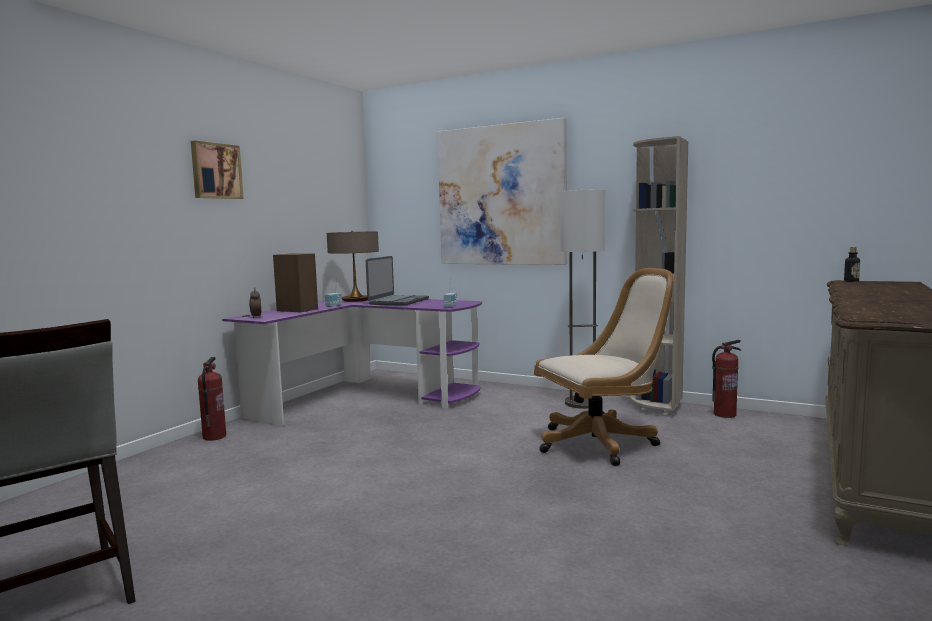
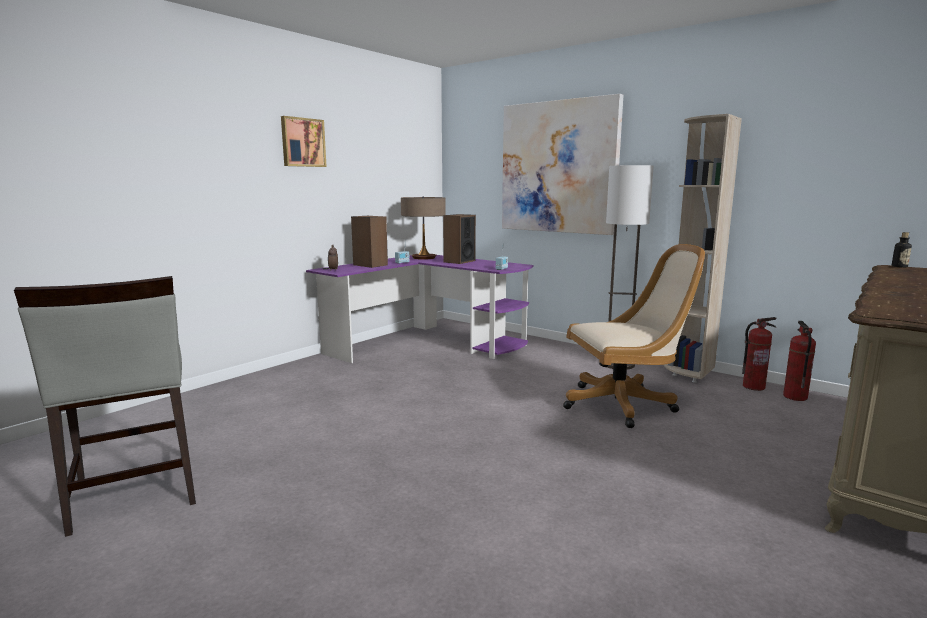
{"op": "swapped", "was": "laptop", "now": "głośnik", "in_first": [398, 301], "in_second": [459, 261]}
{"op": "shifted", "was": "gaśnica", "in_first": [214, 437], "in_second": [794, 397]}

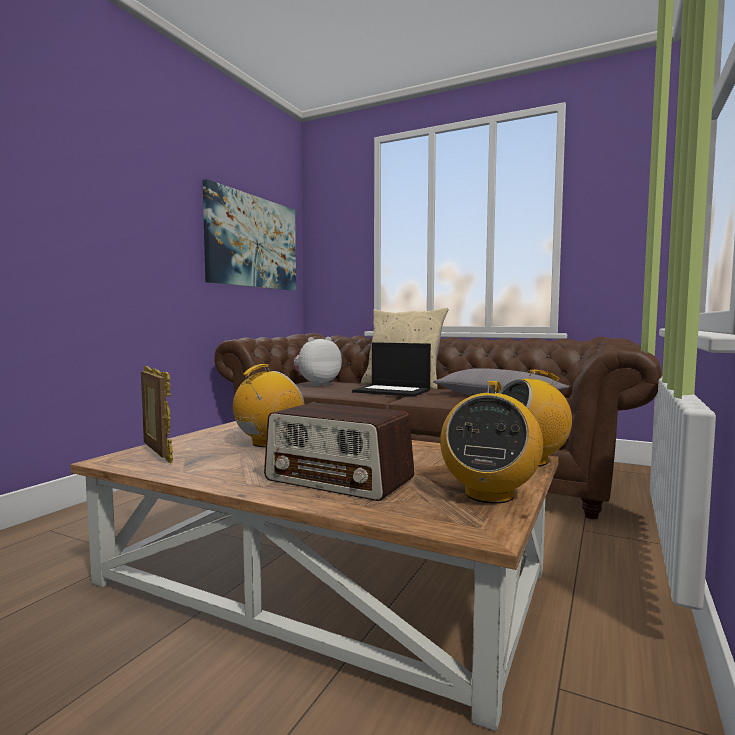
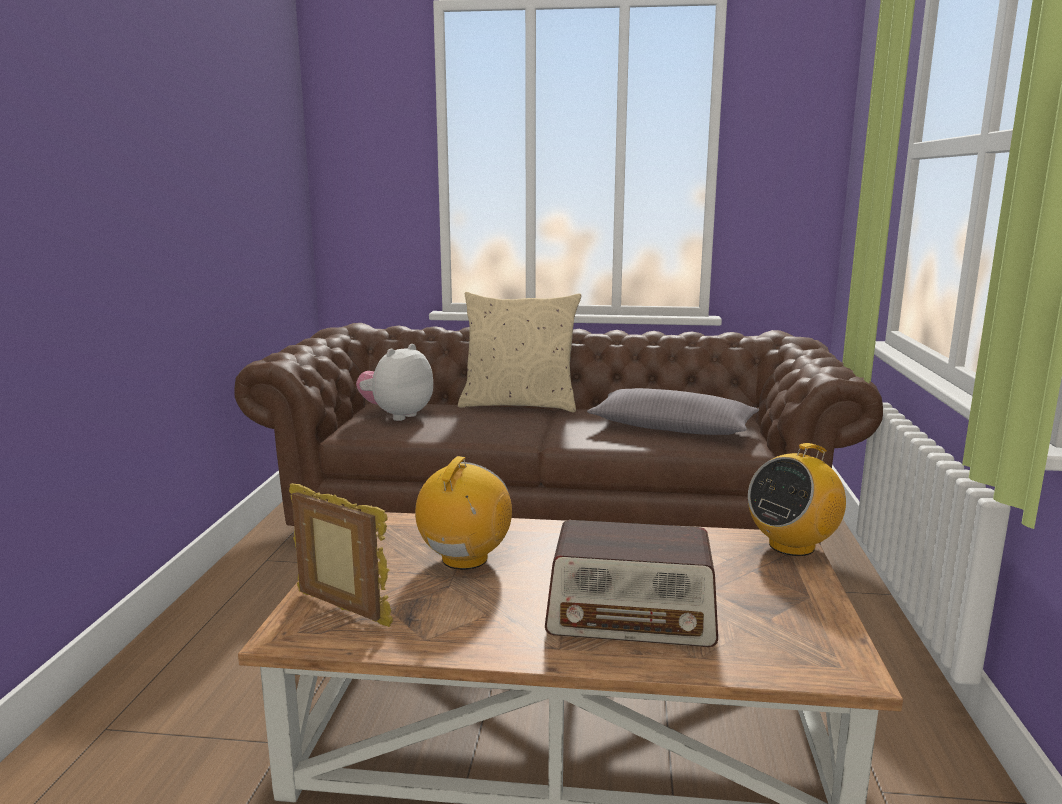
{"op": "gone", "was": "obraz", "in_first": [253, 242]}
{"op": "gone", "was": "laptop", "in_first": [393, 391]}
{"op": "gone", "was": "radio", "in_first": [489, 494]}

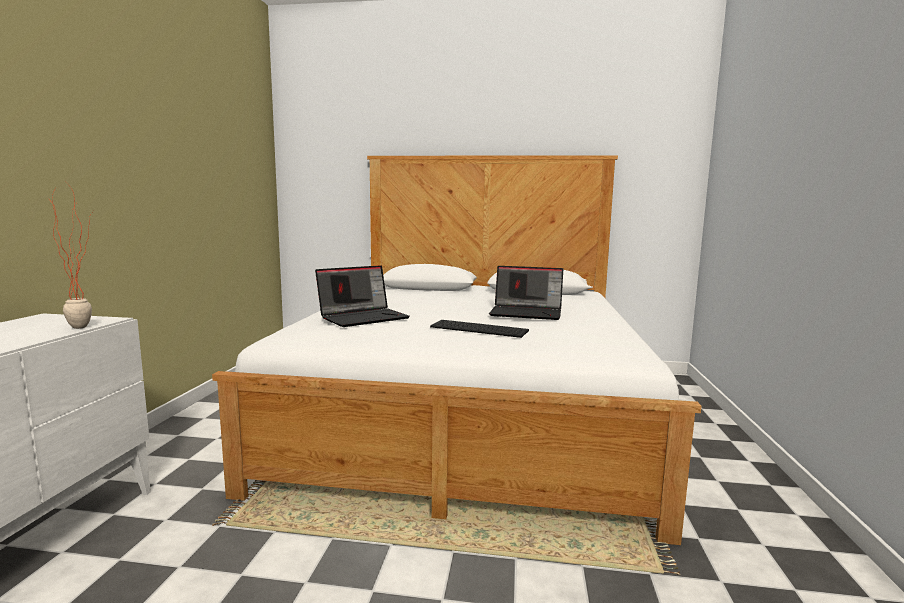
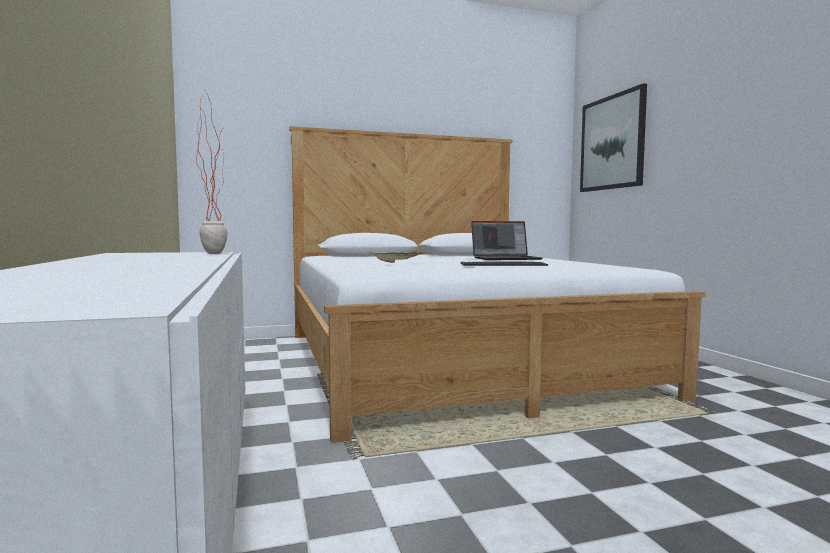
{"op": "swapped", "was": "laptop", "now": "taca (beżowy)", "in_first": [364, 317], "in_second": [397, 262]}
{"op": "new", "now": "obraz", "in_second": [612, 142]}

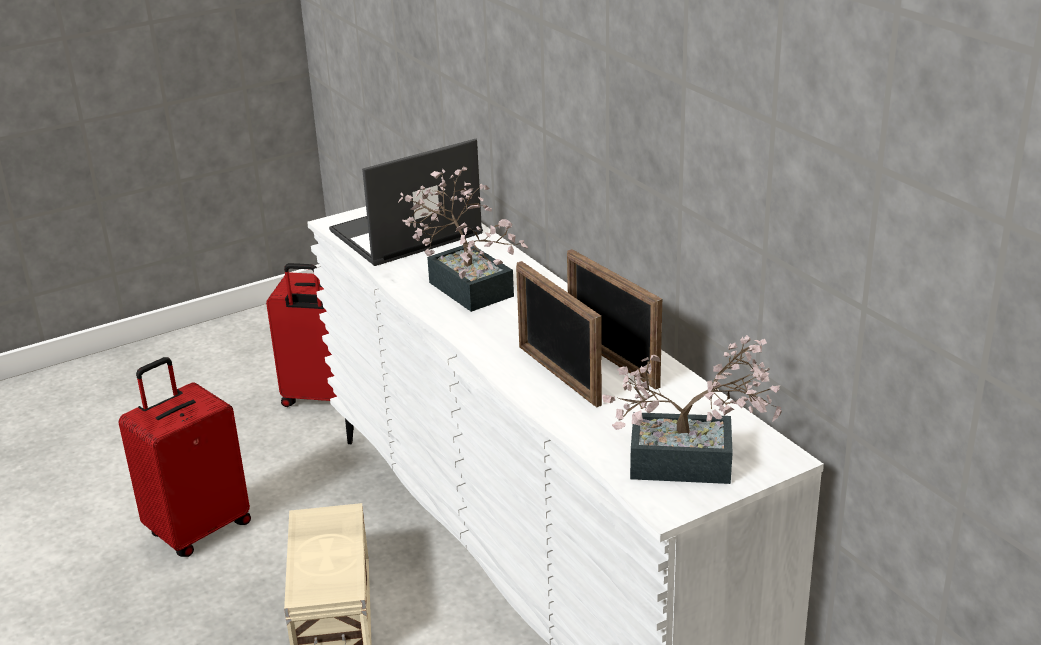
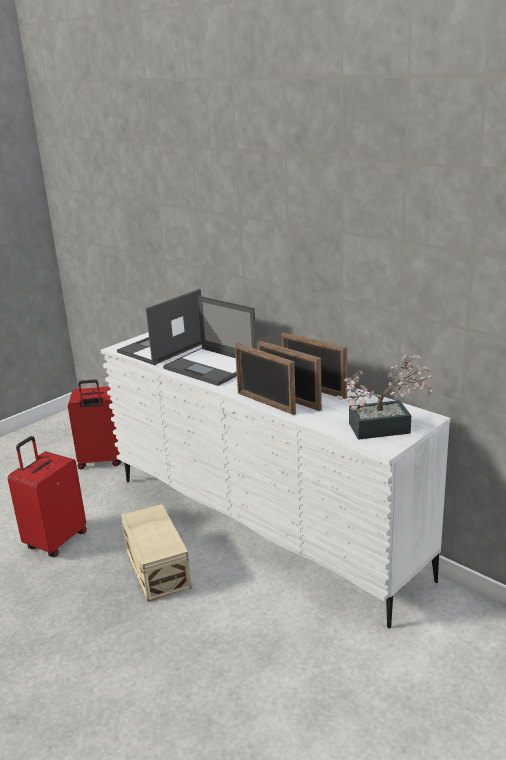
{"op": "swapped", "was": "roślina doniczkowa", "now": "laptop", "in_first": [466, 285], "in_second": [212, 367]}
{"op": "new", "now": "ramka na zdjęcie", "in_second": [265, 403]}

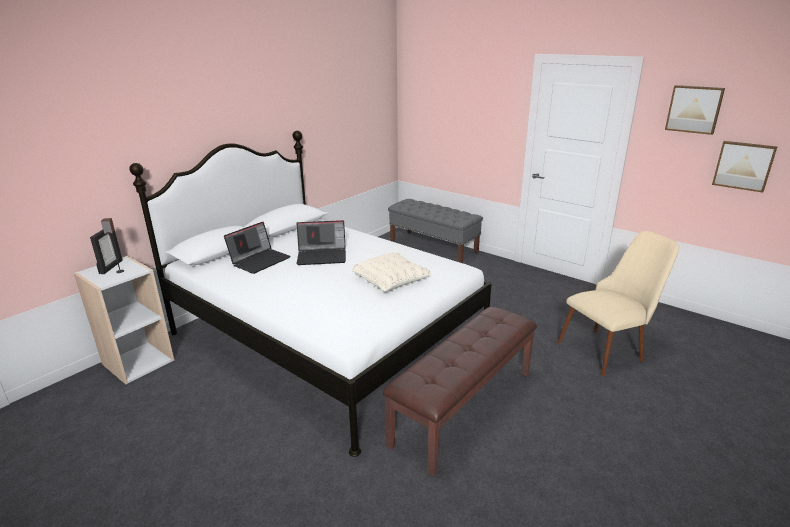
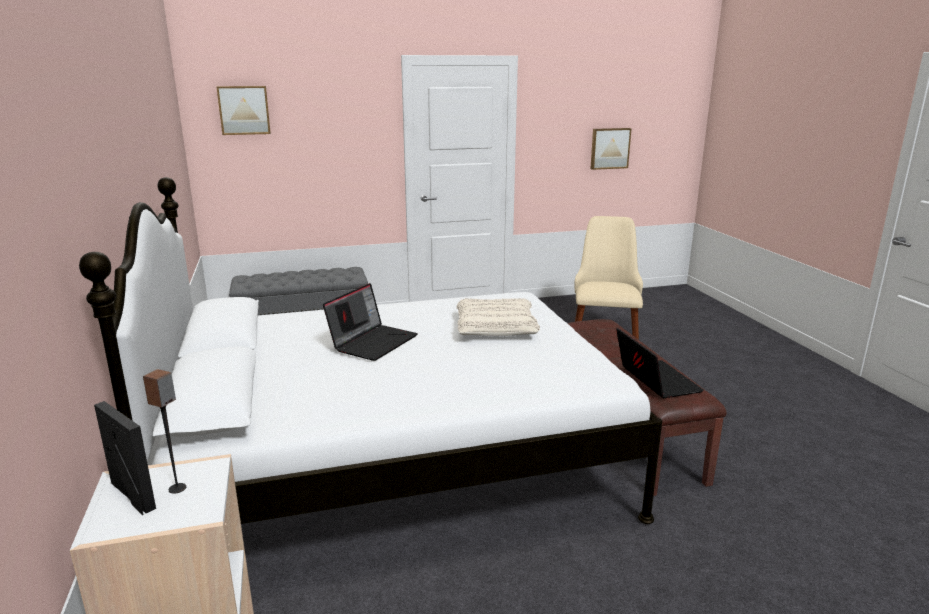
{"op": "shifted", "was": "obraz", "in_first": [694, 109], "in_second": [244, 110]}
{"op": "shifted", "was": "laptop", "in_first": [260, 260], "in_second": [654, 380]}

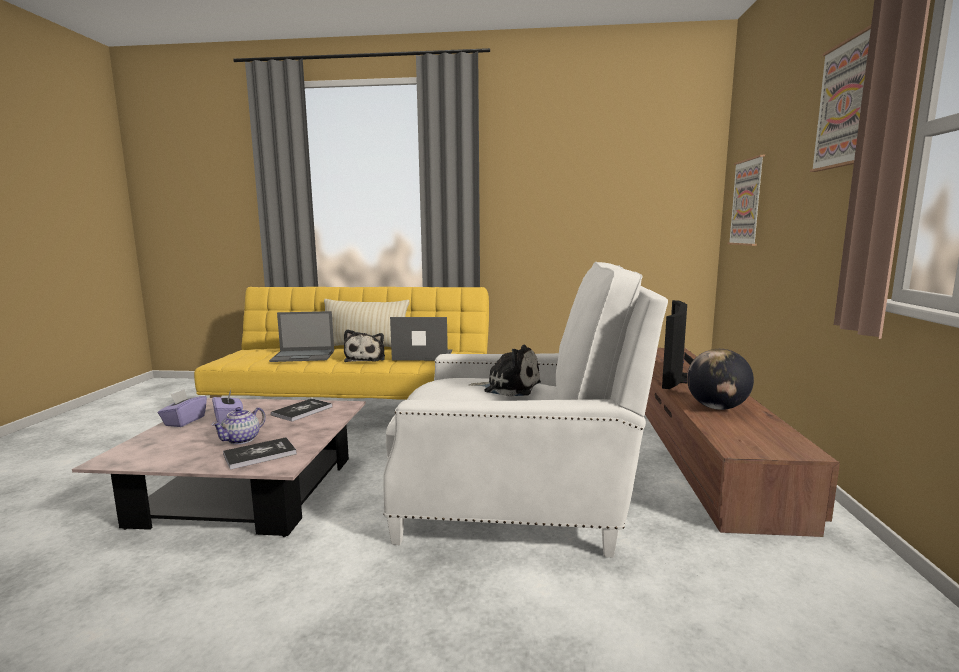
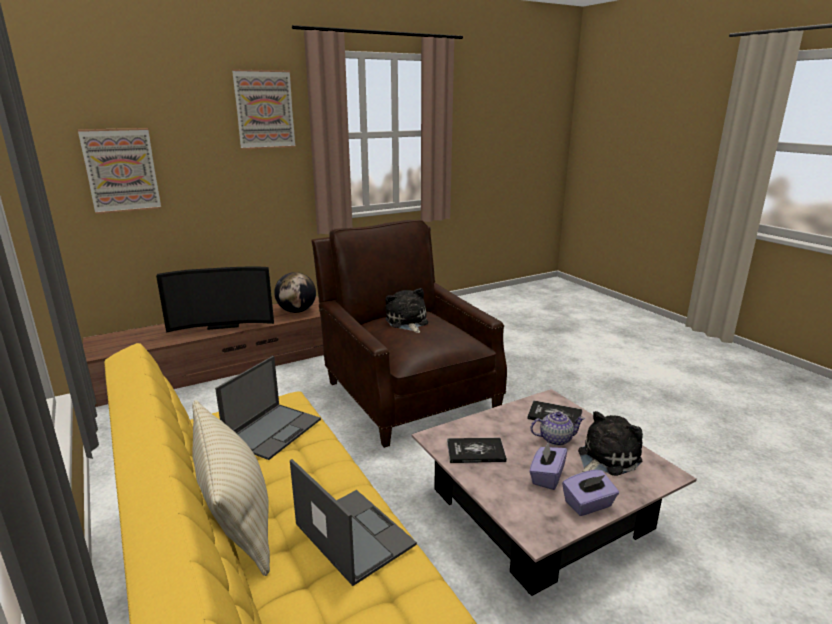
{"op": "repainted", "was": "fotel (biały)", "now": "fotel (brązowy)", "in_first": [516, 499], "in_second": [408, 393]}
{"op": "rotated", "was": "laptop", "in_first": [422, 355], "in_second": [274, 430], "clockwise": -120}
{"op": "shifted", "was": "pluszak", "in_first": [366, 359], "in_second": [605, 458]}

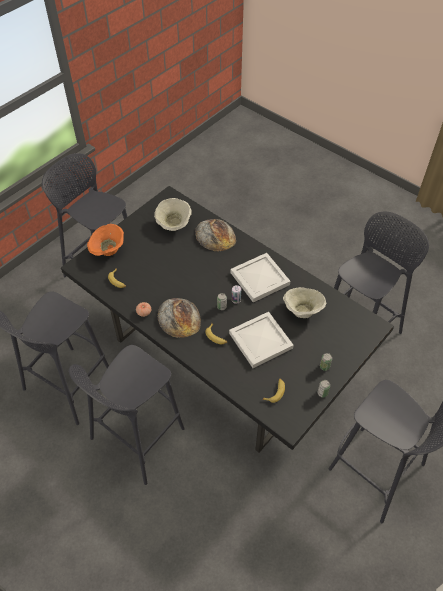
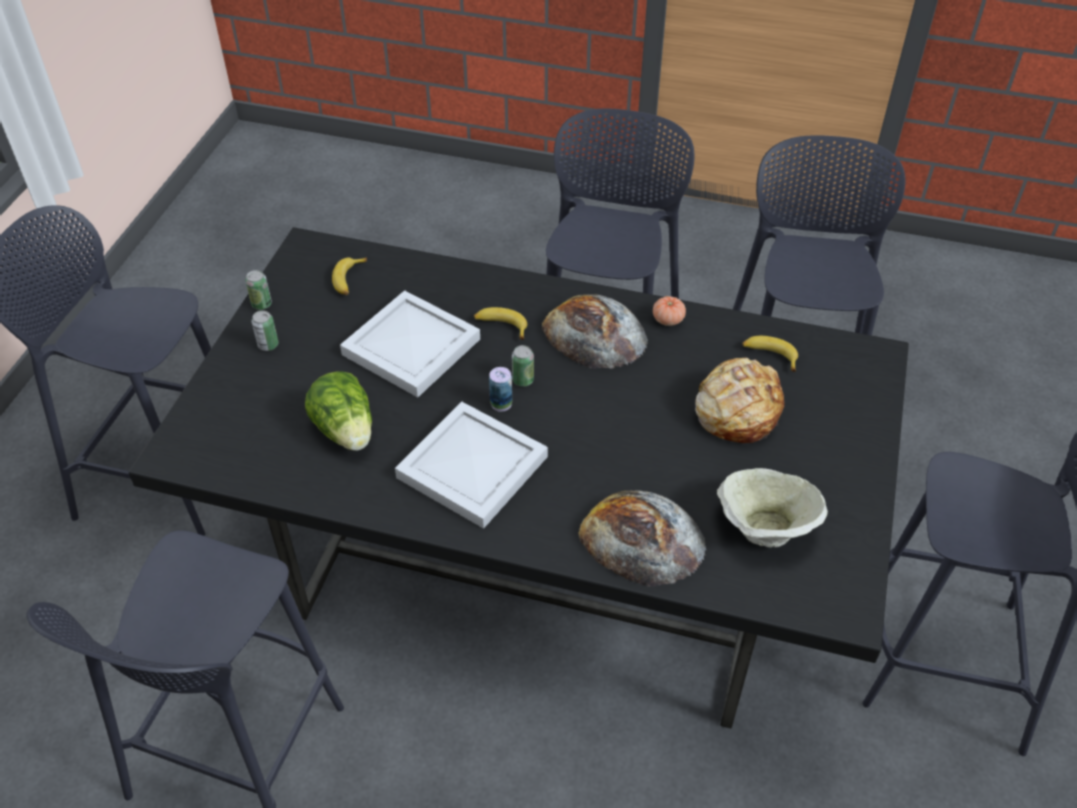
{"op": "gone", "was": "miska (pomarańczowy)", "in_first": [107, 250]}
{"op": "swapped", "was": "miska (beżowy)", "now": "sałata", "in_first": [302, 310], "in_second": [346, 431]}
{"op": "new", "now": "chleb", "in_second": [737, 410]}

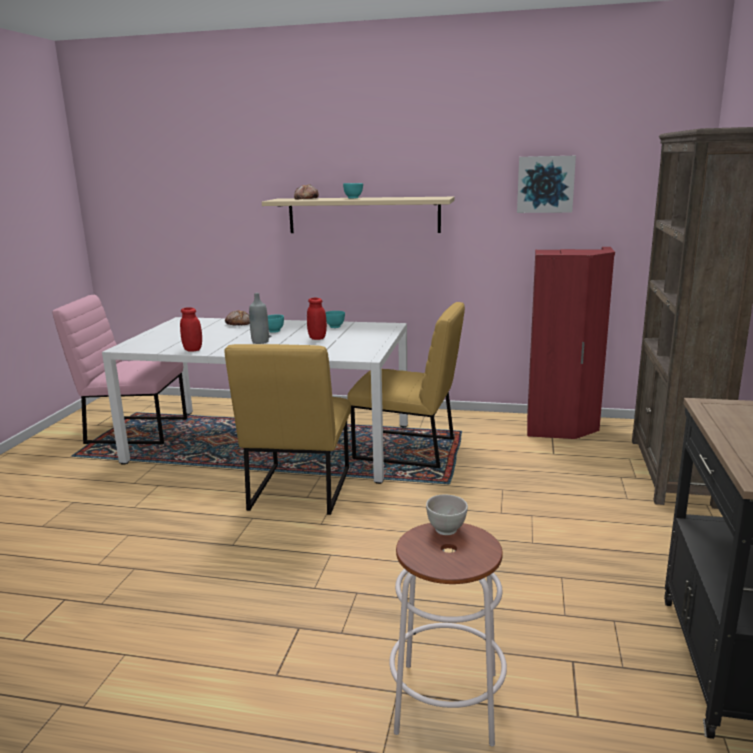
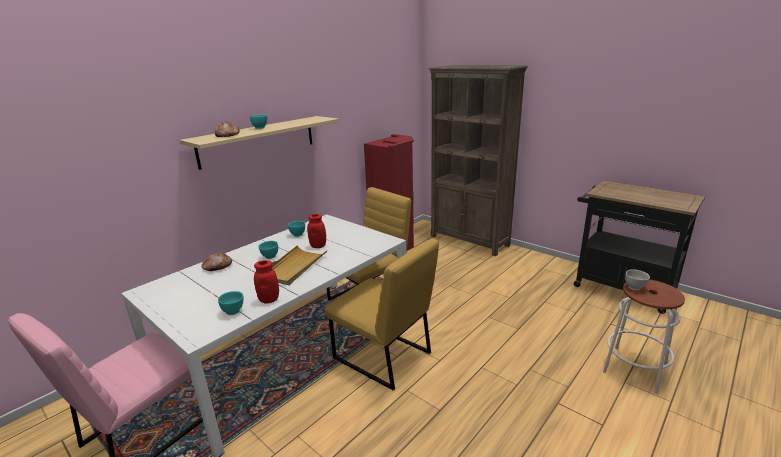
{"op": "gone", "was": "obraz", "in_first": [545, 184]}
{"op": "swapped", "was": "butelka (szary)", "now": "taca (beżowy)", "in_first": [260, 342], "in_second": [294, 267]}
{"op": "new", "now": "miska (turkusowy)", "in_second": [233, 311]}

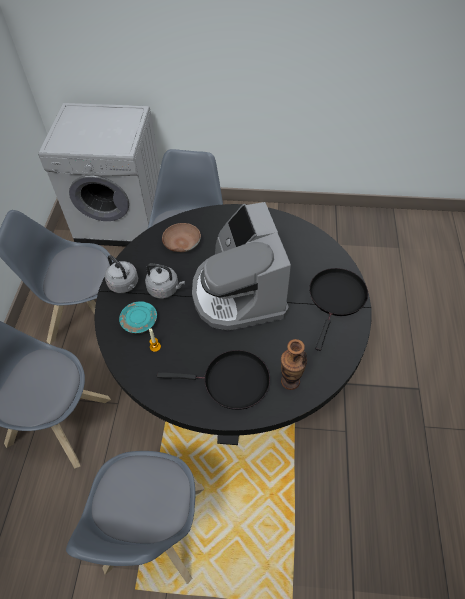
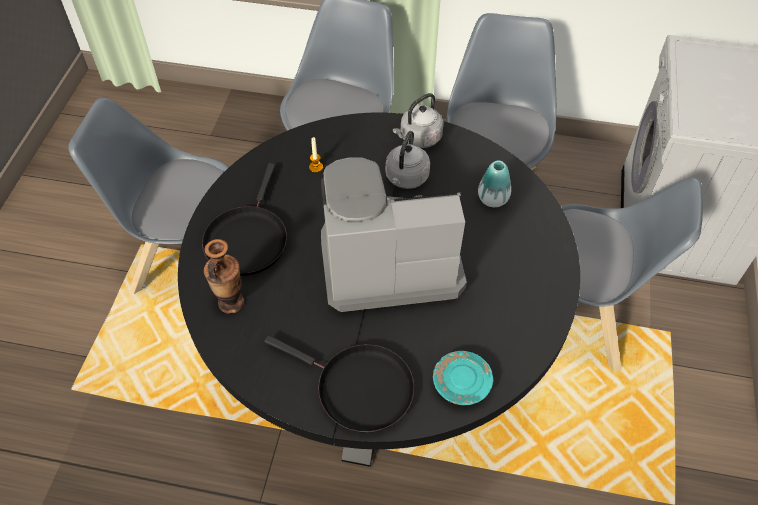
{"op": "swapped", "was": "miska (brązowy)", "now": "wazon", "in_first": [181, 242], "in_second": [493, 199]}
{"op": "shifted", "was": "talerz (turkusowy)", "in_first": [139, 321], "in_second": [461, 383]}

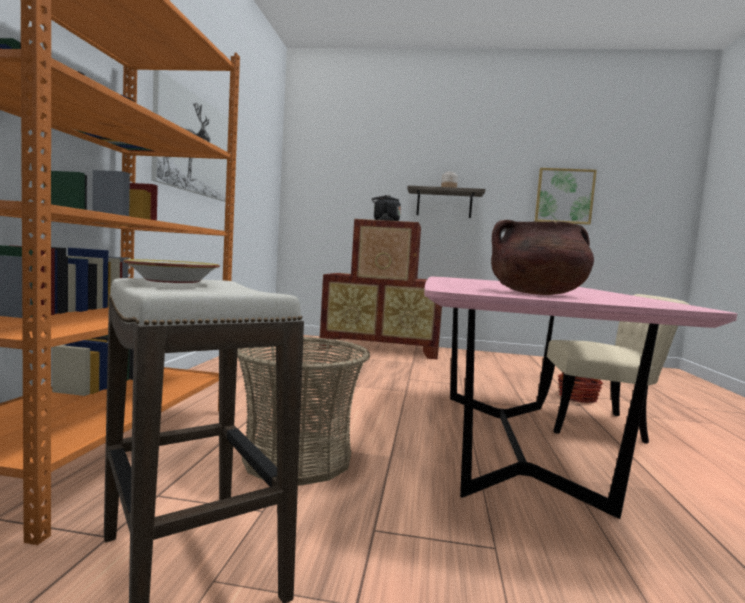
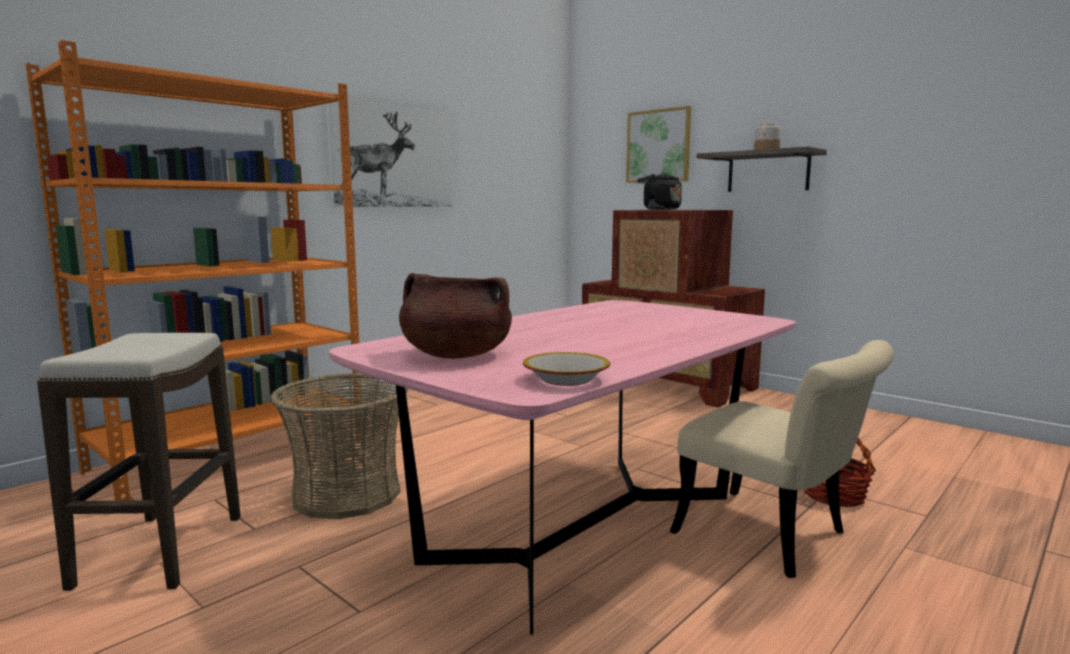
{"op": "shifted", "was": "obraz", "in_first": [564, 196], "in_second": [658, 146]}
{"op": "shifted", "was": "miska", "in_first": [172, 281], "in_second": [565, 379]}

